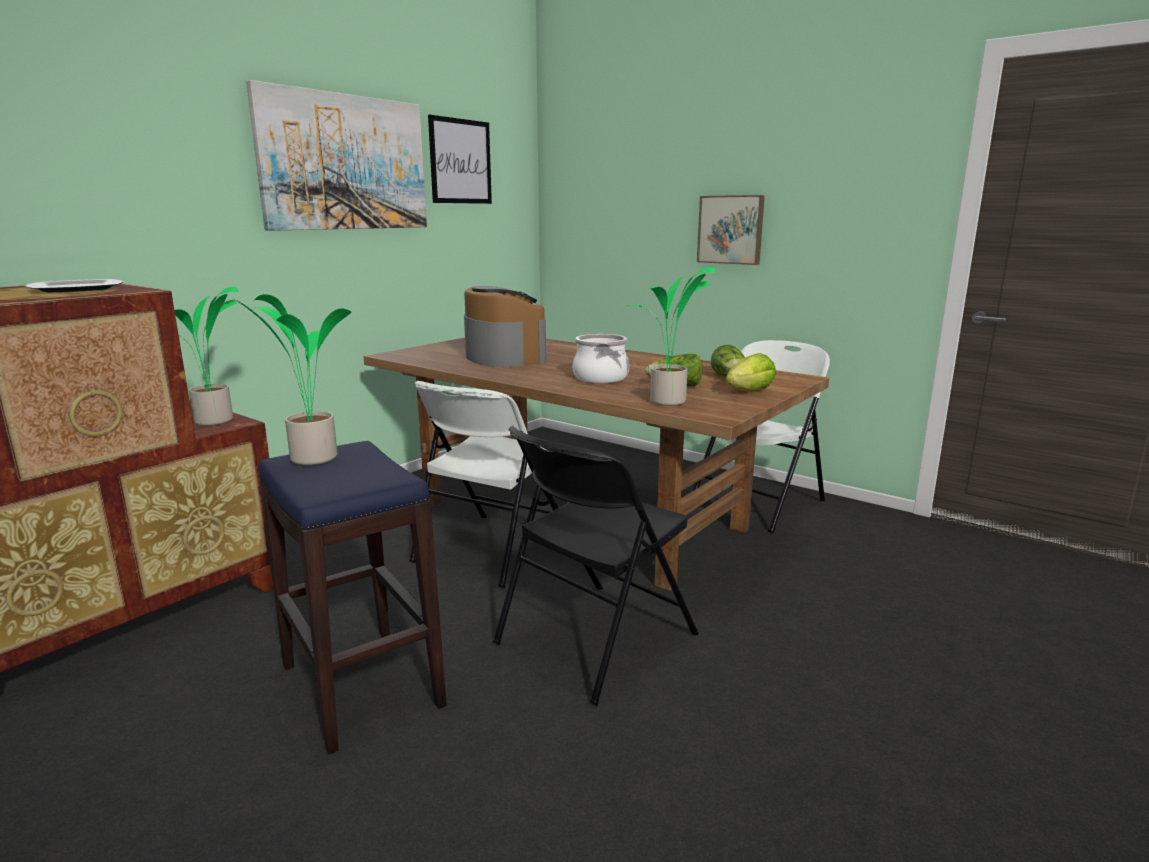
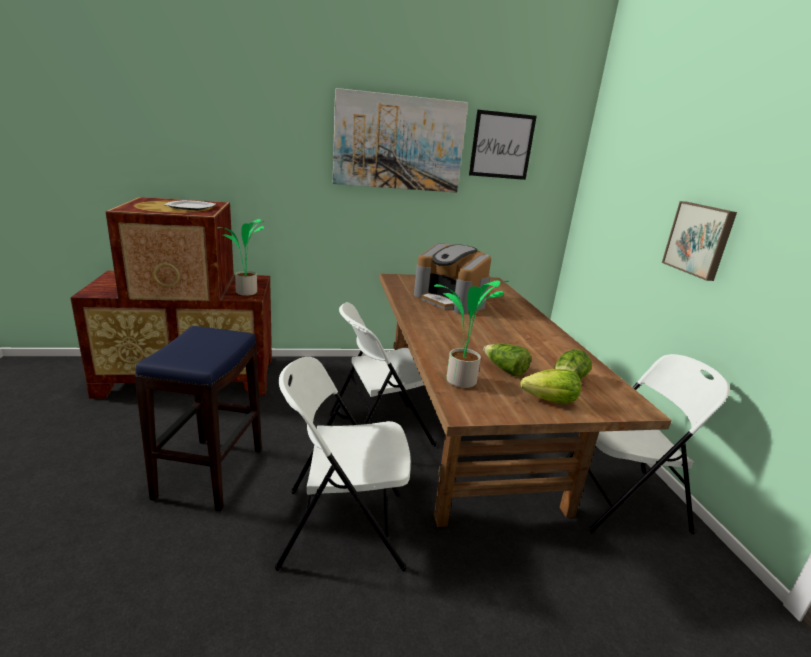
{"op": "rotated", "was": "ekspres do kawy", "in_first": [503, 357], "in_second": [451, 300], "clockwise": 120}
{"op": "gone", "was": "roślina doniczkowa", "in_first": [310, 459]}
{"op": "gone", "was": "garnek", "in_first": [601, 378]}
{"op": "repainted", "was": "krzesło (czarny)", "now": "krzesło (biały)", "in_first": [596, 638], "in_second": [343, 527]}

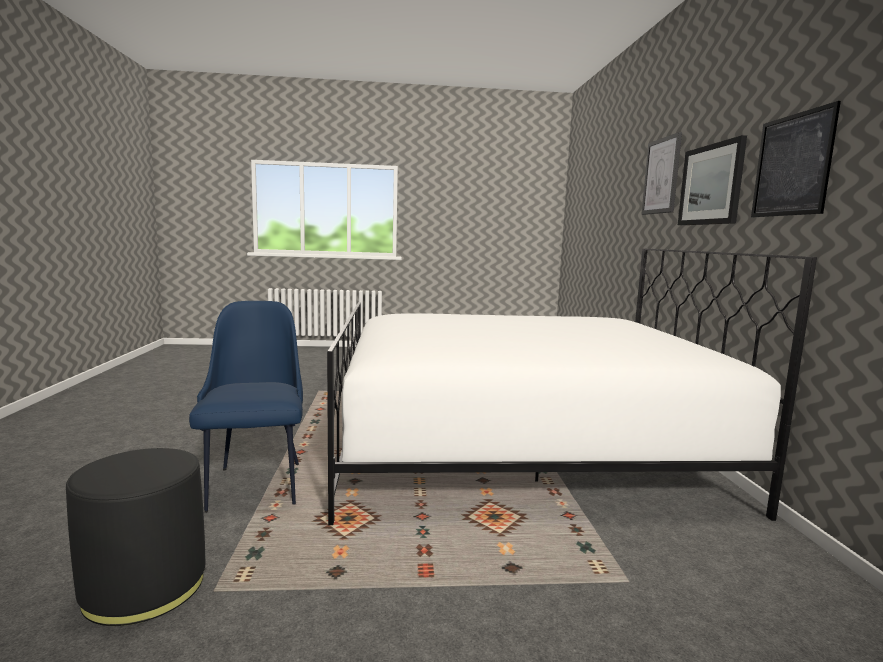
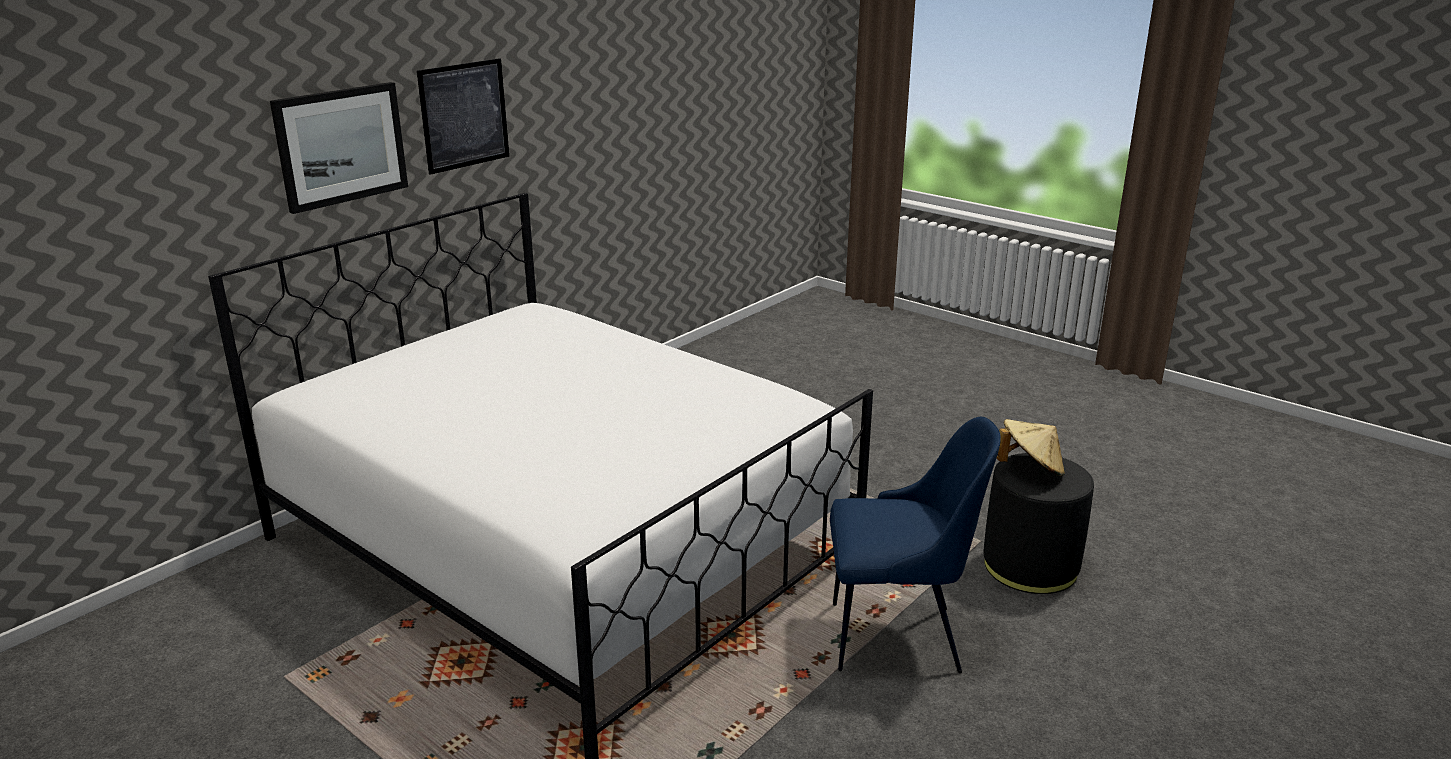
{"op": "gone", "was": "obraz", "in_first": [661, 176]}
{"op": "rotated", "was": "krzesło (niebieski)", "in_first": [256, 486], "in_second": [895, 637], "clockwise": -120}
{"op": "new", "now": "kapelusz (beżowy)", "in_second": [1030, 469]}

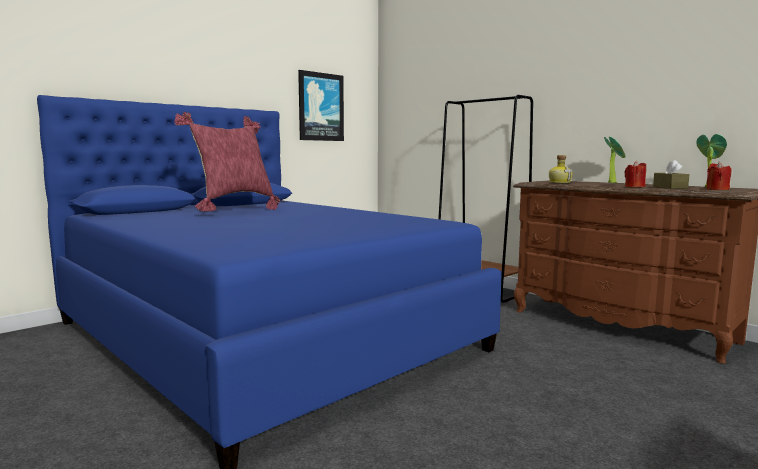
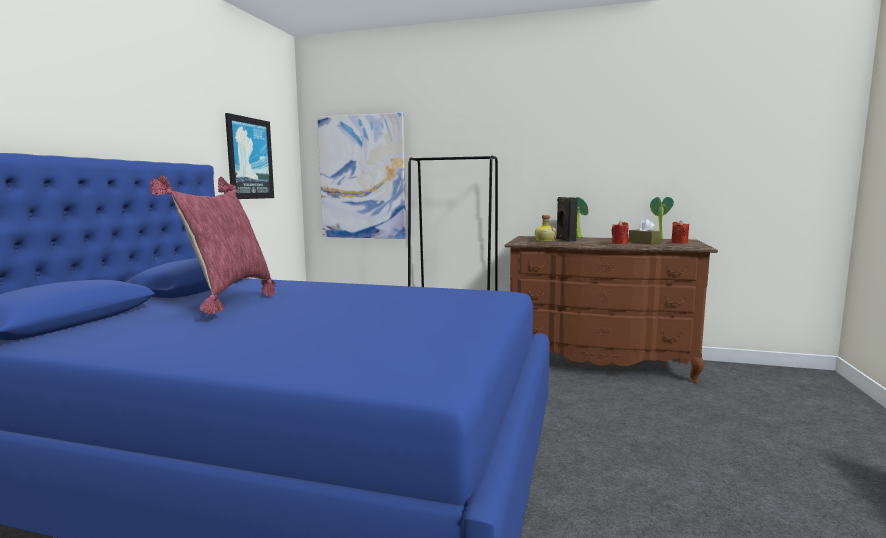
{"op": "new", "now": "obraz", "in_second": [362, 177]}
{"op": "new", "now": "głośnik (czarny)", "in_second": [565, 240]}

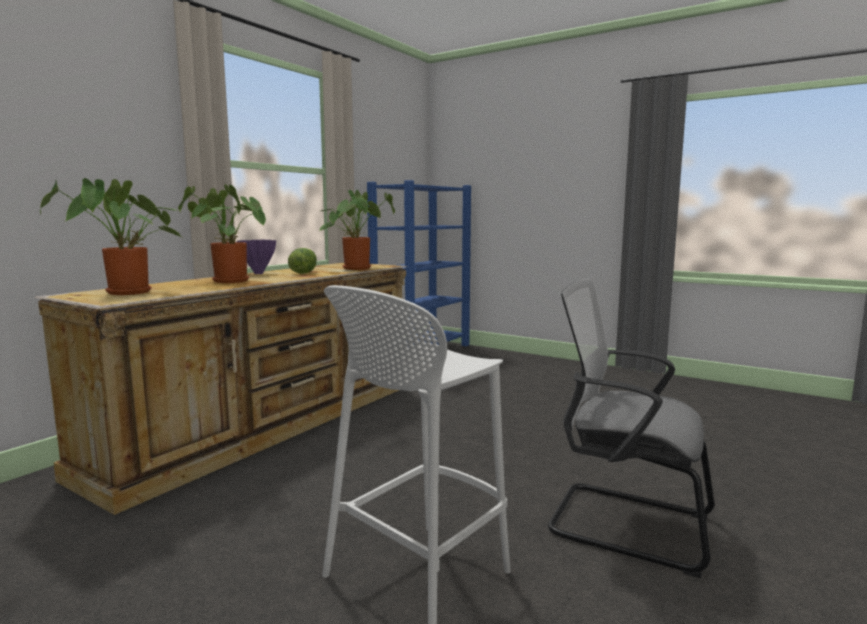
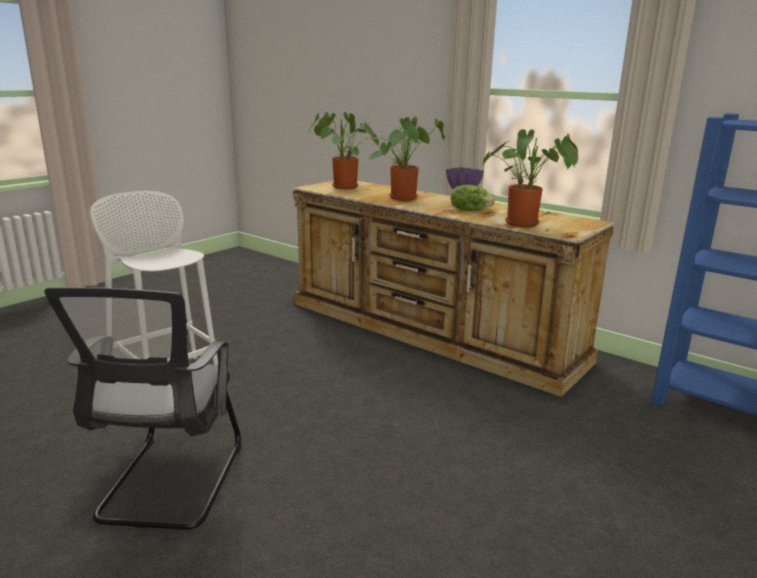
{"op": "rotated", "was": "krzesło", "in_first": [624, 523], "in_second": [168, 484], "clockwise": 150}

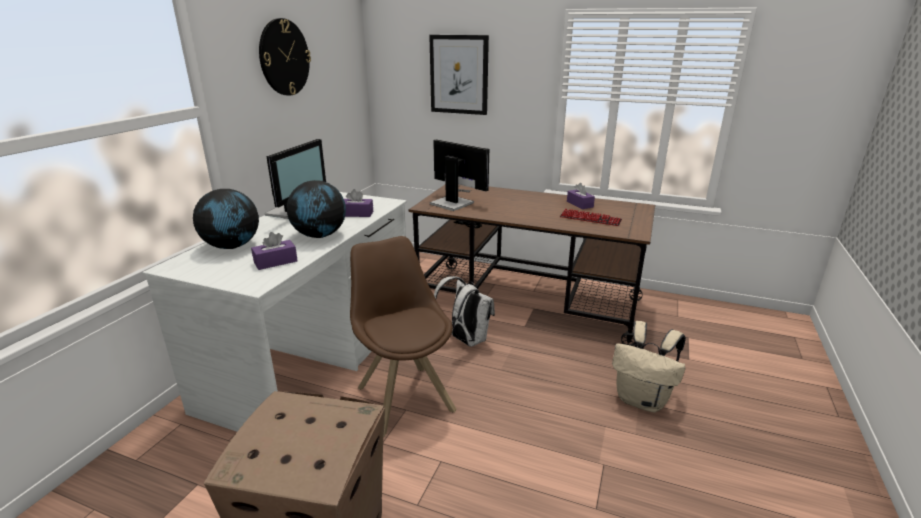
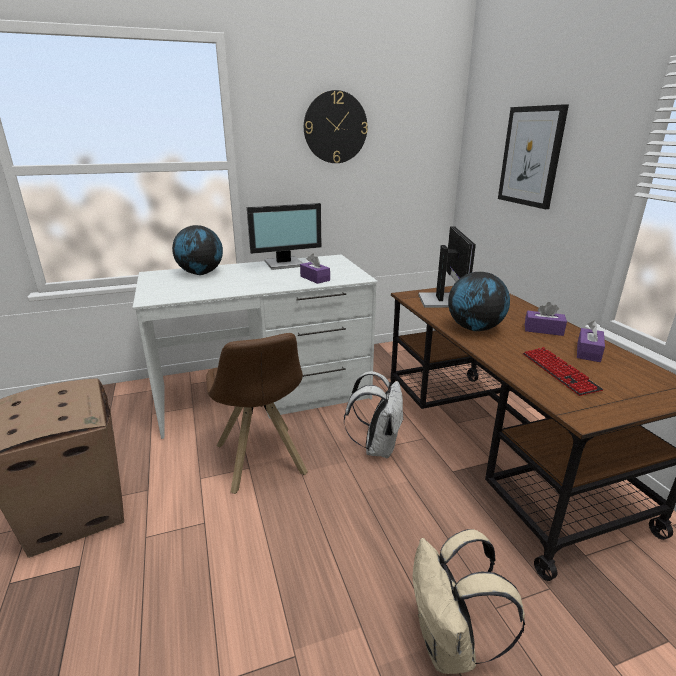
{"op": "shifted", "was": "globus", "in_first": [320, 235], "in_second": [475, 329]}
{"op": "shifted", "was": "pudełko chusteczek (fioletowy)", "in_first": [275, 262], "in_second": [543, 330]}
{"op": "rotated", "was": "krzesło (brązowy)", "in_first": [404, 398], "in_second": [261, 459], "clockwise": 135}

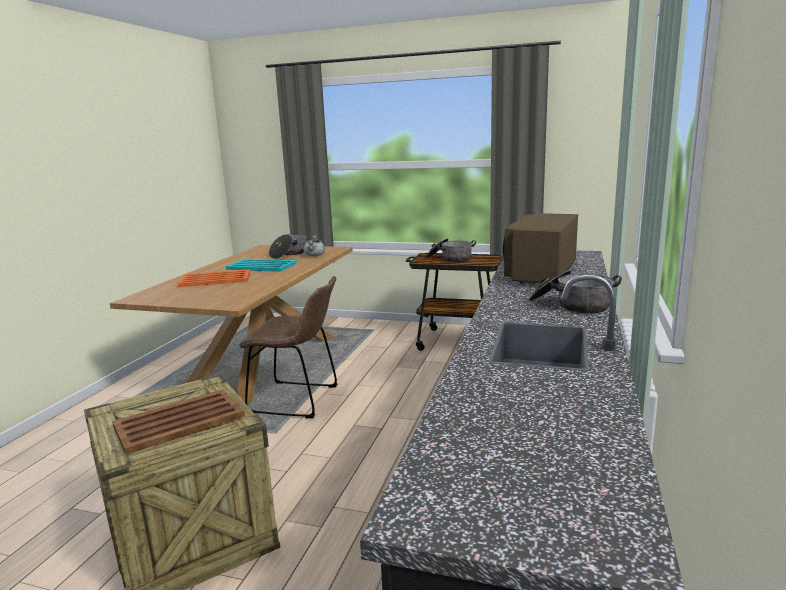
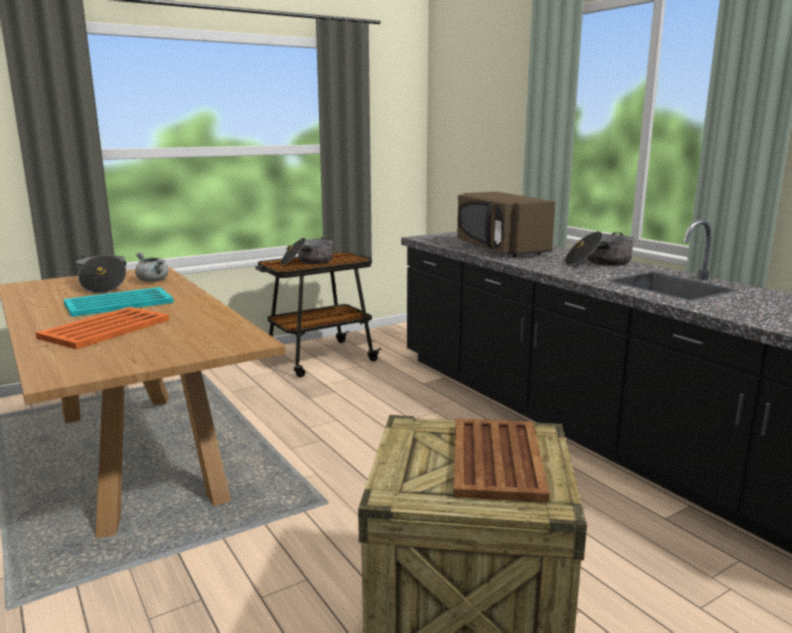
{"op": "gone", "was": "krzesło (brązowy)", "in_first": [298, 400]}

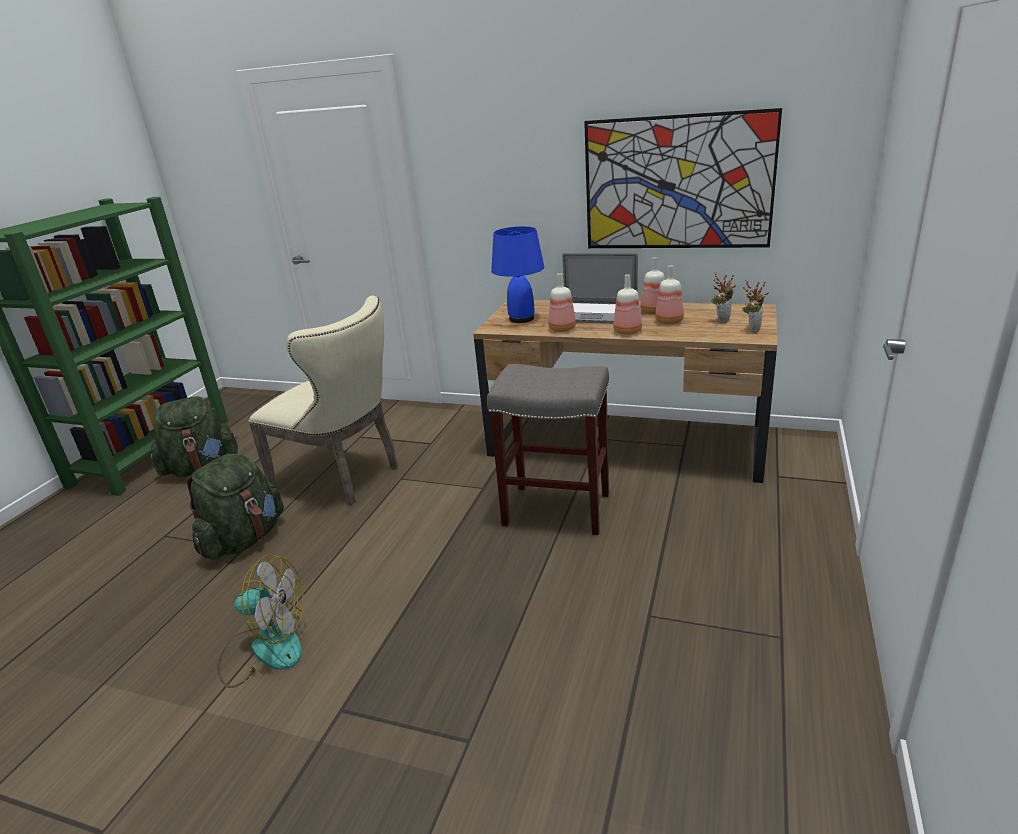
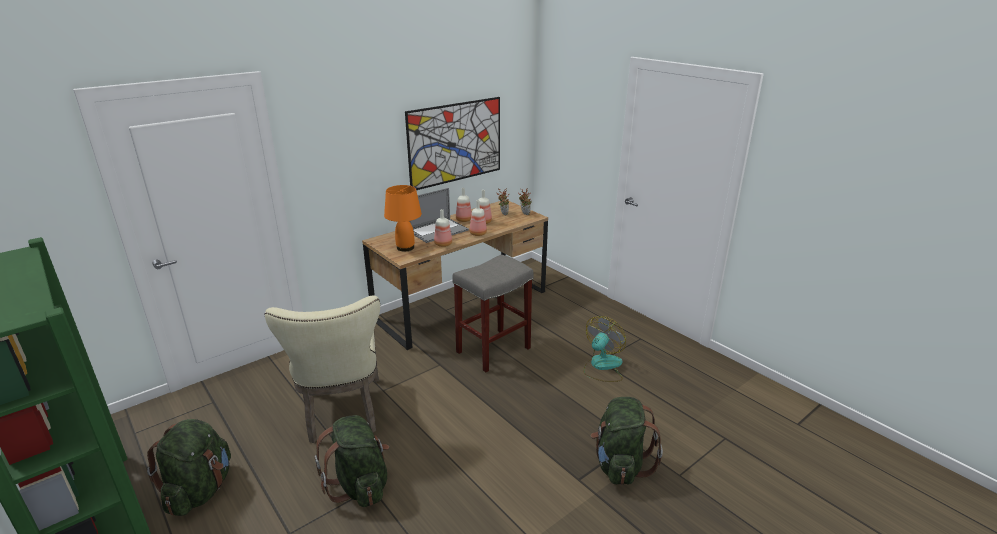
{"op": "repainted", "was": "lampa stołowa (niebieski)", "now": "lampa stołowa (pomarańczowy)", "in_first": [521, 319], "in_second": [405, 248]}
{"op": "rotated", "was": "krzesło (beżowy)", "in_first": [344, 477], "in_second": [343, 414], "clockwise": 105}
{"op": "shifted", "was": "wentylator", "in_first": [265, 649], "in_second": [602, 366]}
{"op": "new", "now": "plecak (zielony)", "in_second": [620, 465]}

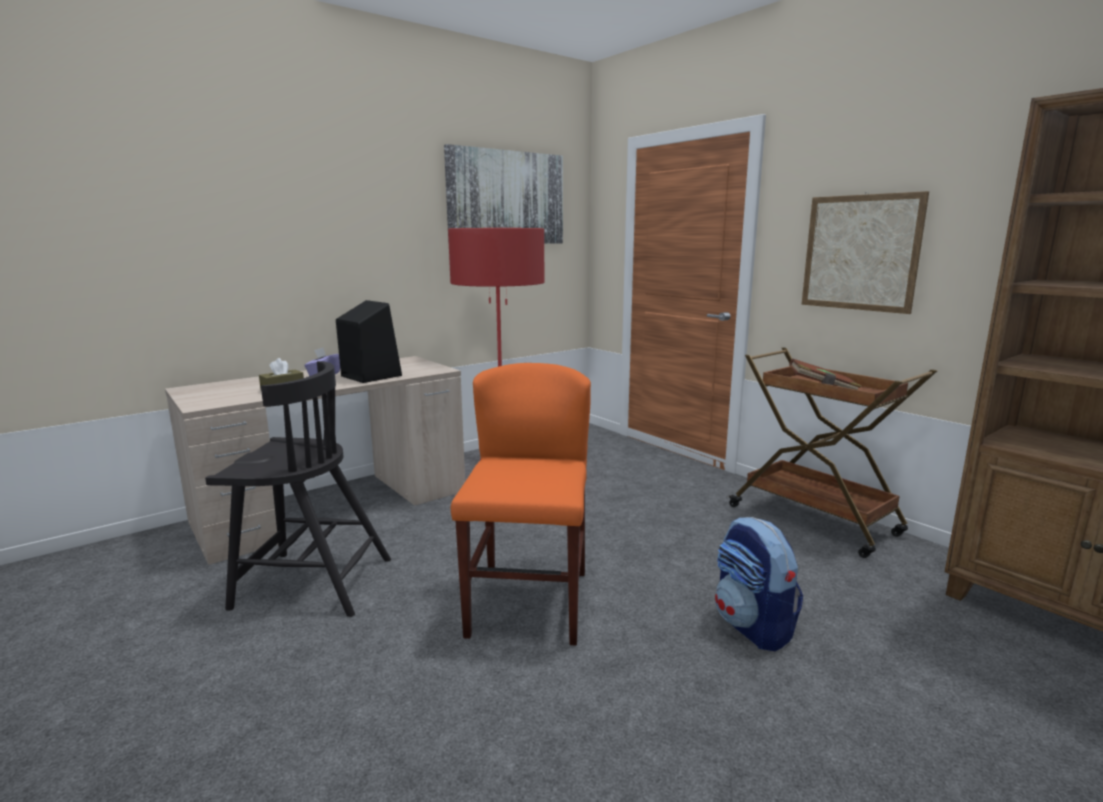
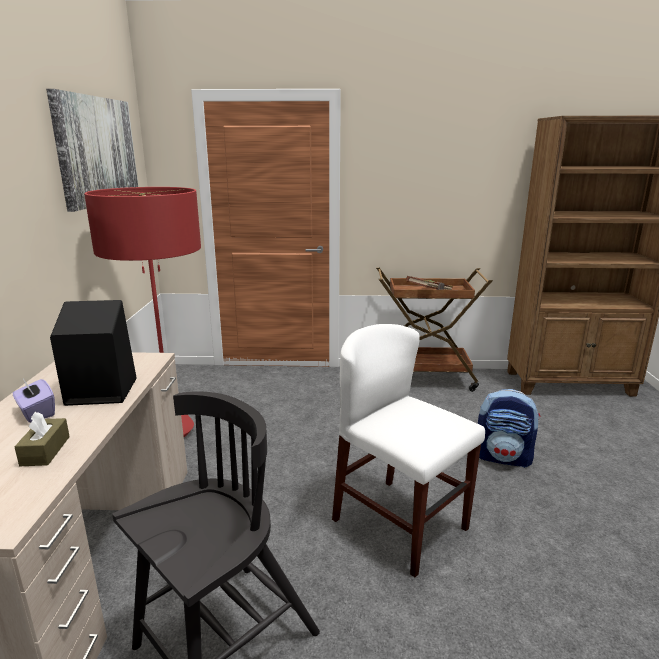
{"op": "gone", "was": "obraz", "in_first": [860, 251]}
{"op": "repainted", "was": "krzesło (pomarańczowy)", "now": "krzesło (biały)", "in_first": [528, 603], "in_second": [400, 524]}

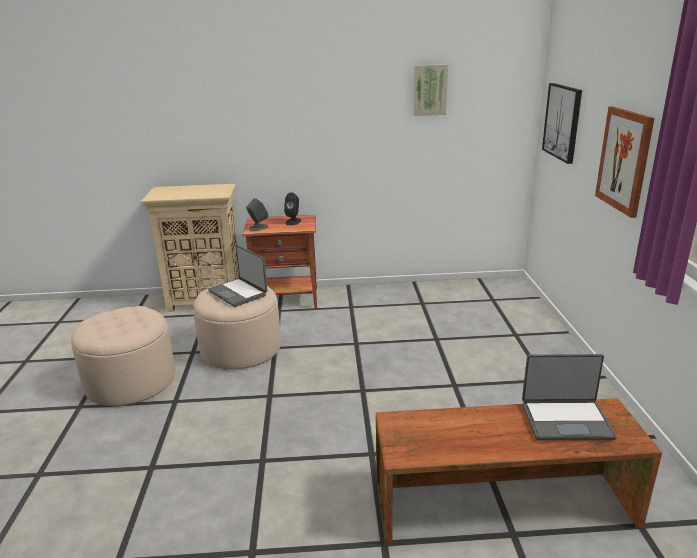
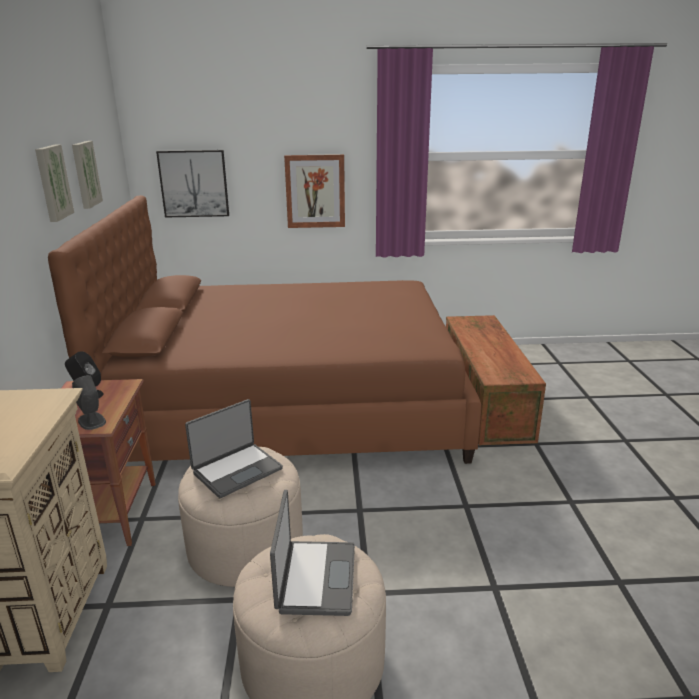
{"op": "shifted", "was": "laptop", "in_first": [566, 420], "in_second": [314, 578]}
{"op": "new", "now": "obraz", "in_second": [52, 182]}
{"op": "new", "now": "łóżko (brązowy)", "in_second": [290, 406]}

